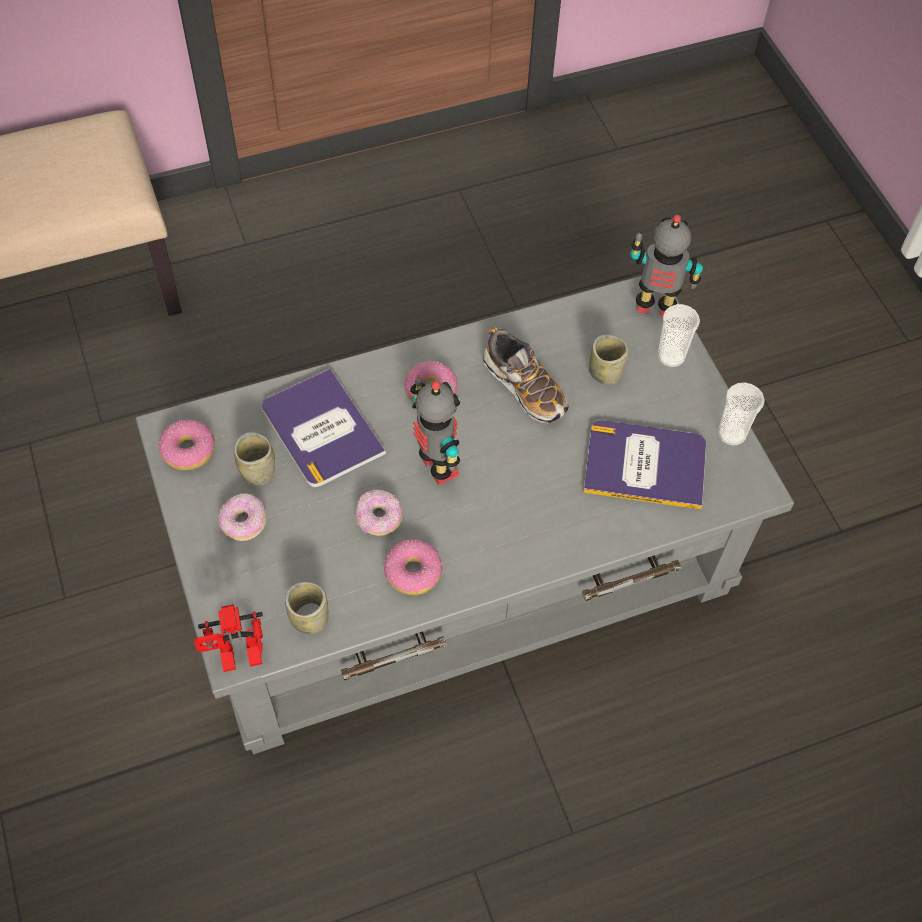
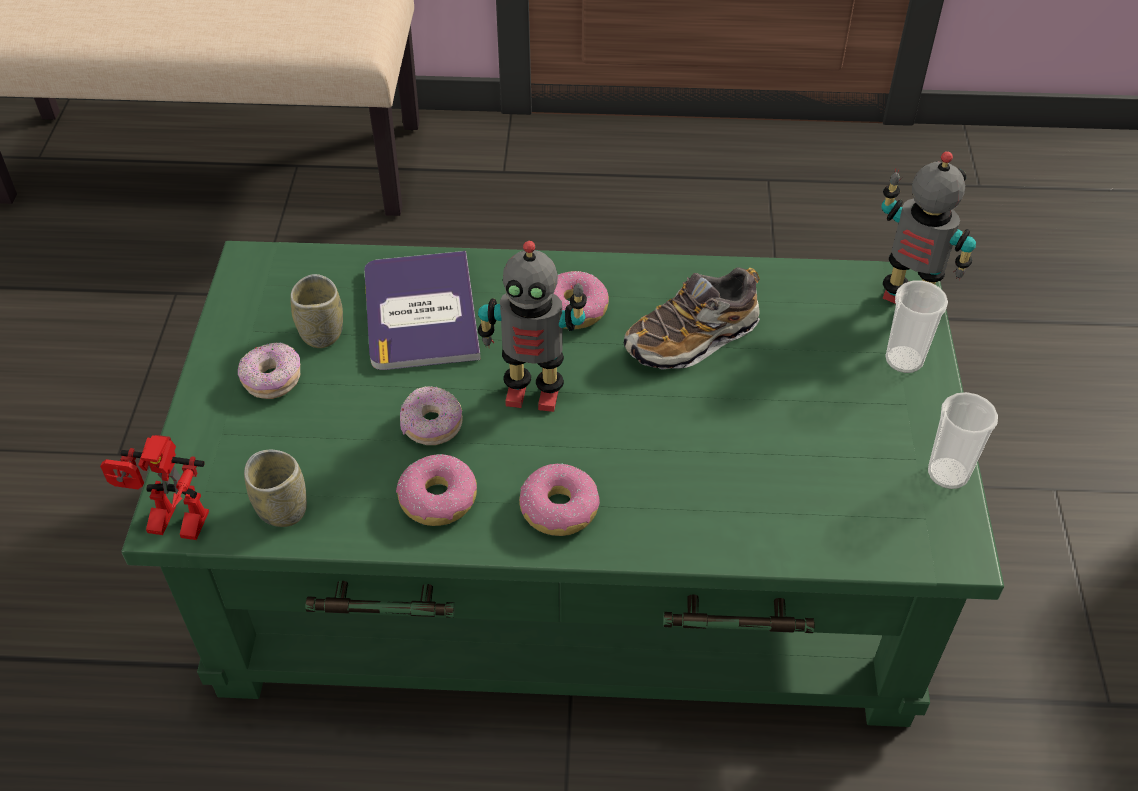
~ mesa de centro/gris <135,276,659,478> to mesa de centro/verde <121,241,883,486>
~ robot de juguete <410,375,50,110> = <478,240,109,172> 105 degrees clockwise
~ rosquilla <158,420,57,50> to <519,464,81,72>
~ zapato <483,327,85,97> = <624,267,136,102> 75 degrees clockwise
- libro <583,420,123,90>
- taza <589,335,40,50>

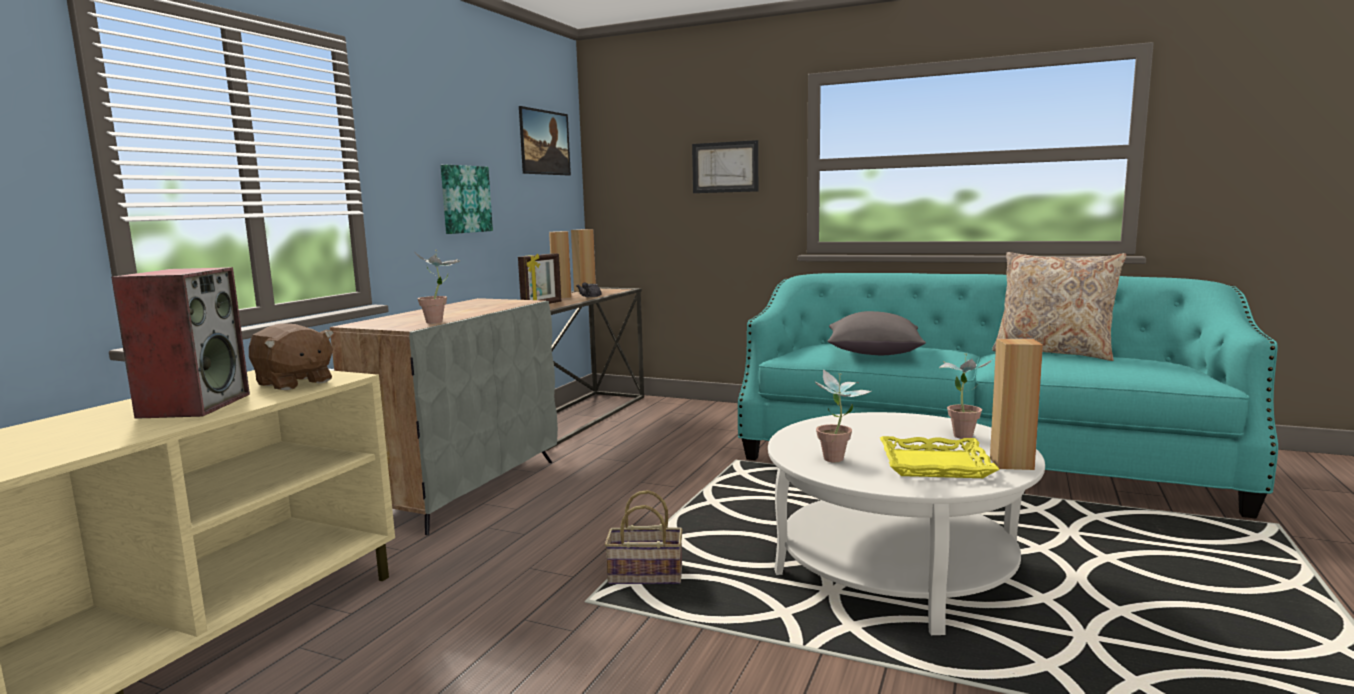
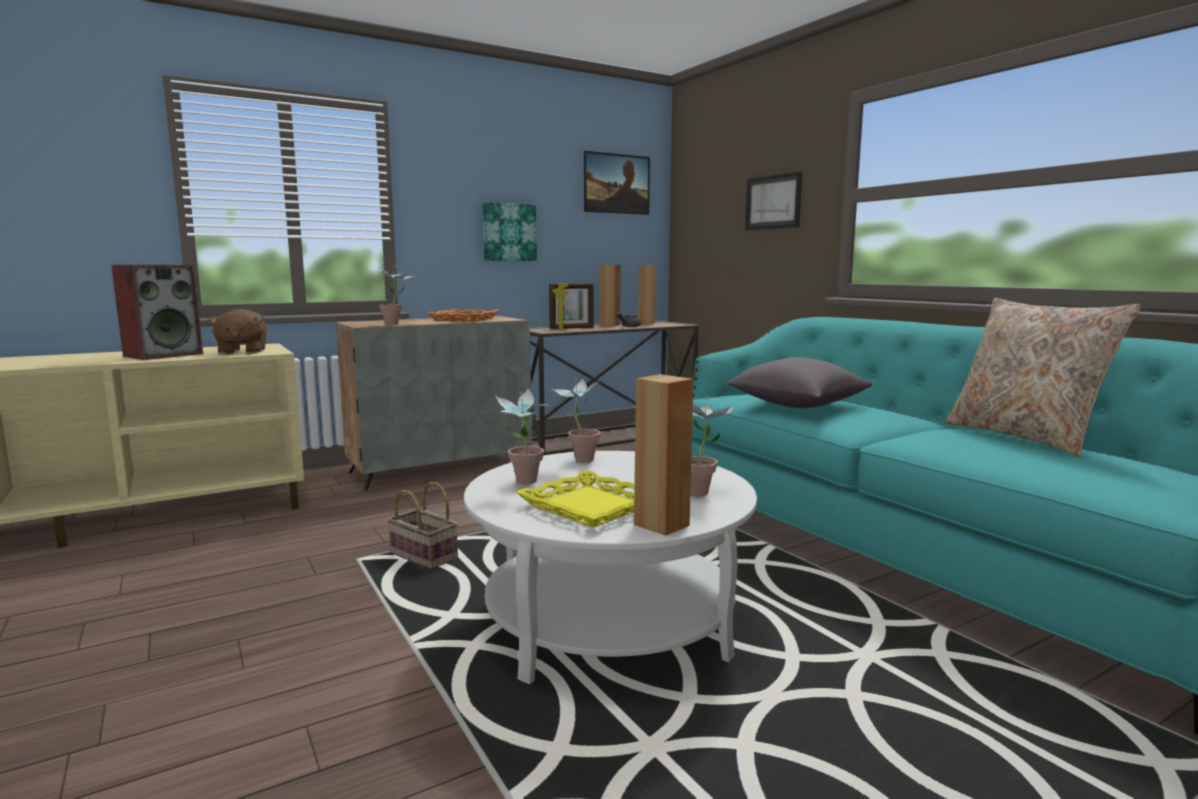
+ bandeja/naranja <427,309,72,13>
+ planta en maceta <550,378,51,85>

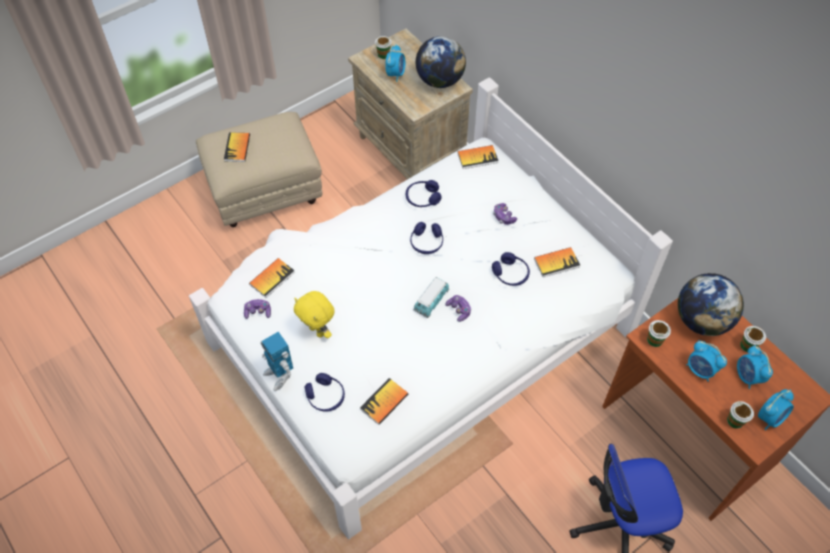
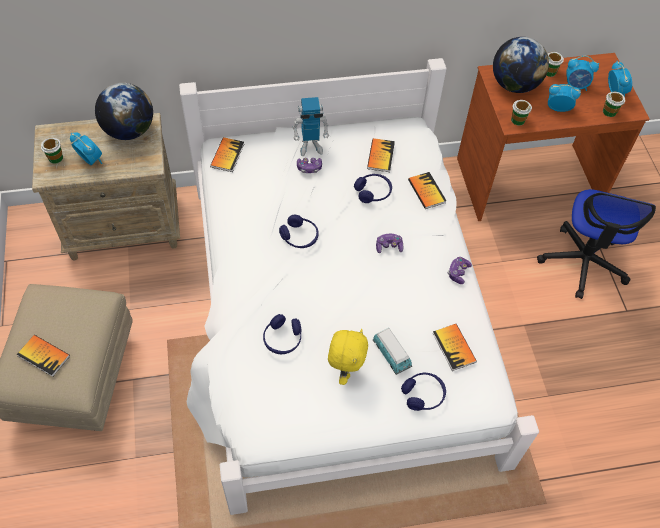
~ auriculares/azul <406,180,36,27> to <263,314,38,40>
~ robot de juguete <260,332,33,59> to <292,97,37,59>
~ peluche/amarillo <294,291,41,47> = <328,329,40,56> 60 degrees counterclockwise
~ coche de juguete <414,277,35,41> to <373,328,39,47>
~ libro <249,258,46,40> to <408,172,38,37>
~ mando de consola <244,299,27,20> to <448,257,24,27>
~ despertador <686,340,41,42> = <547,84,34,28> 150 degrees counterclockwise

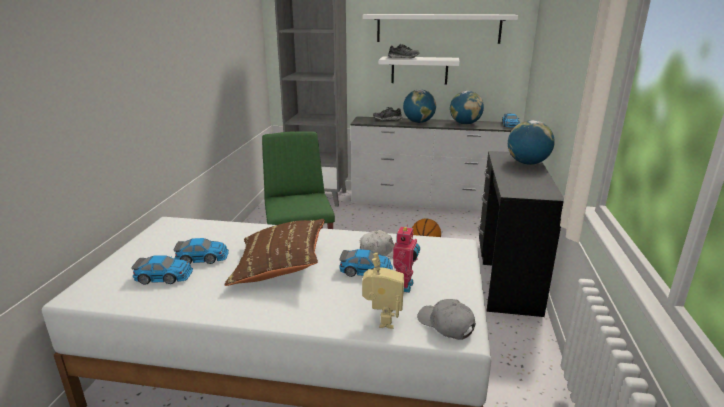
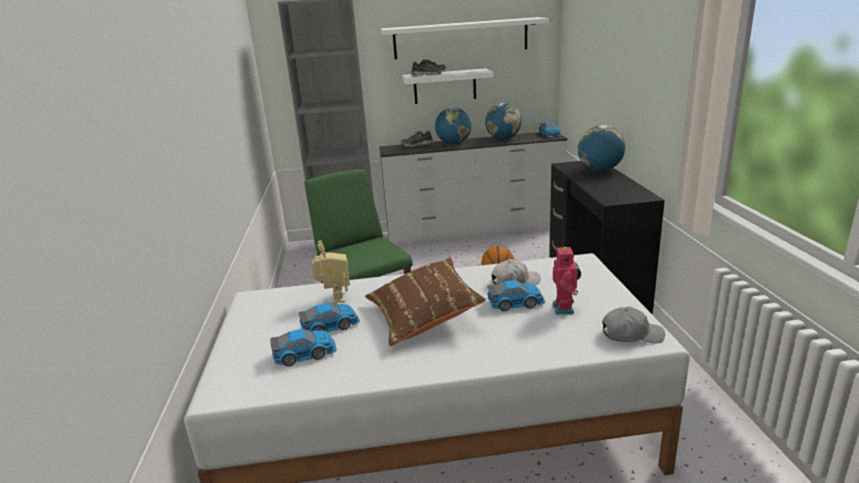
~ robot de juguete <362,253,42,76> to <312,240,38,64>
~ gorra/gris <417,299,59,41> = <602,306,63,37> 150 degrees clockwise

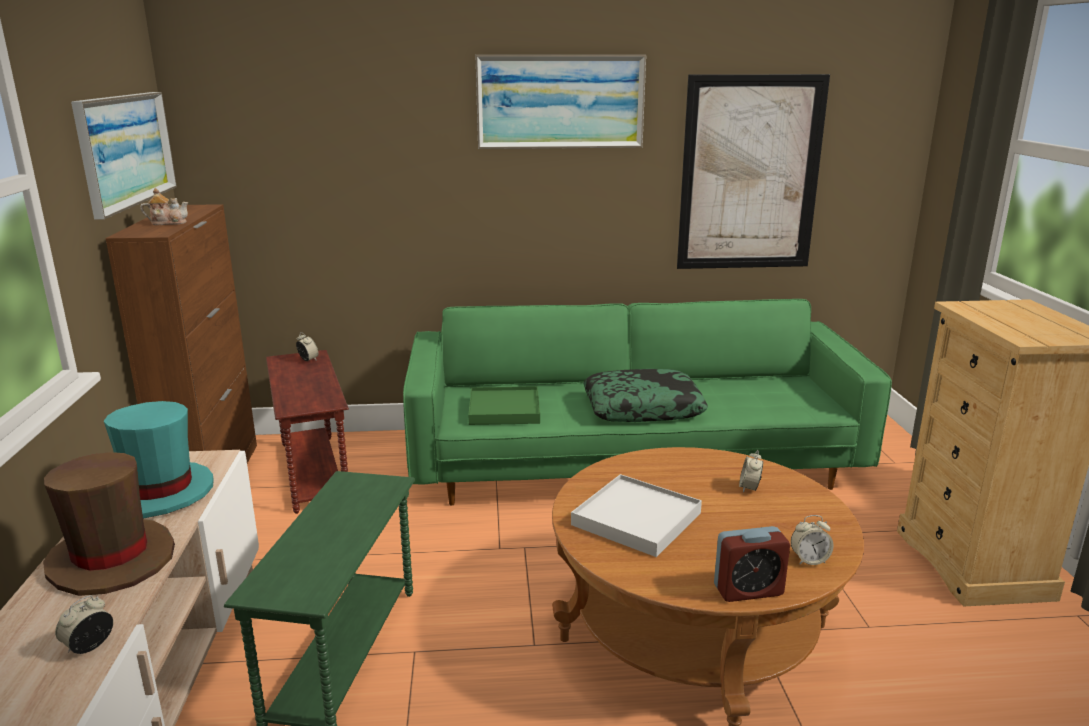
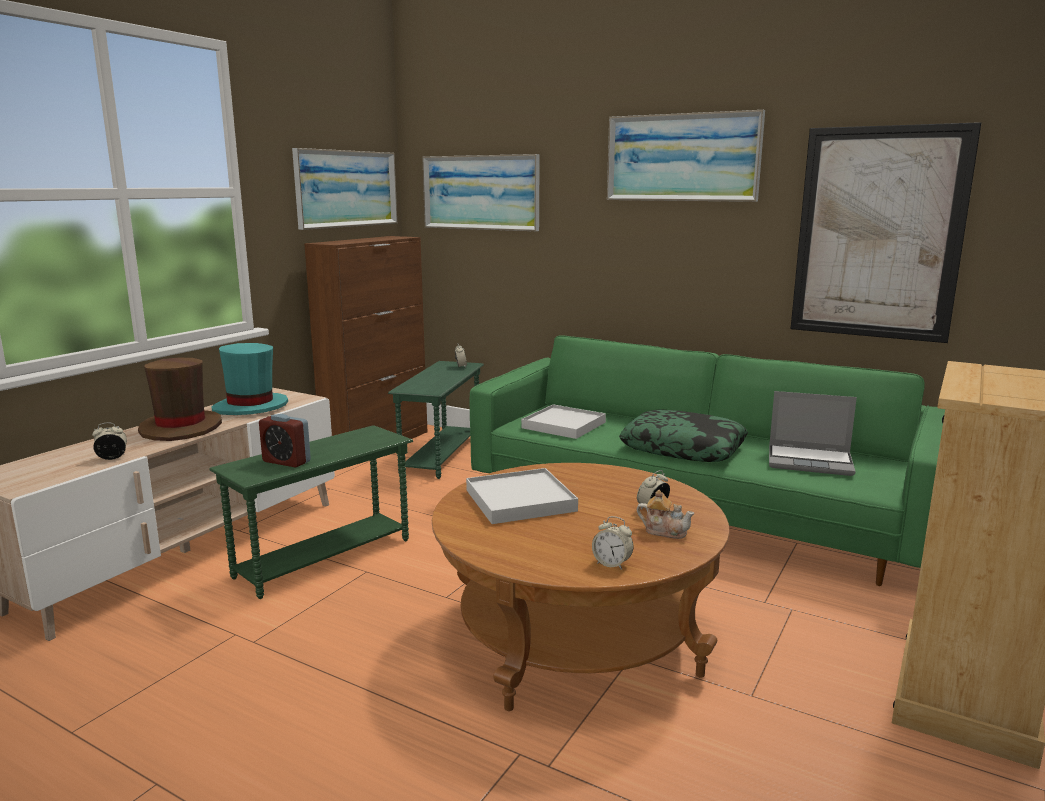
~ despertador <714,526,76,76> to <259,414,52,53>
~ mesa auxiliar/marrón <266,350,83,164> to mesa auxiliar/verde <388,361,96,118>
+ cuadro <422,154,118,77>
~ bandeja/verde <468,386,72,39> to bandeja/blanco <521,404,85,35>
~ tetera <140,188,49,37> to <637,490,58,49>
+ portátil <769,391,88,85>

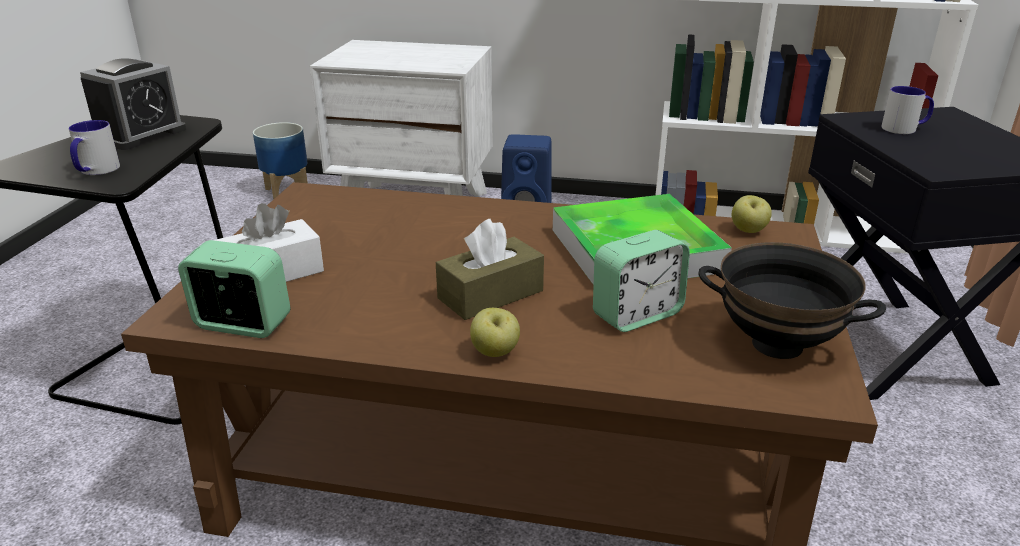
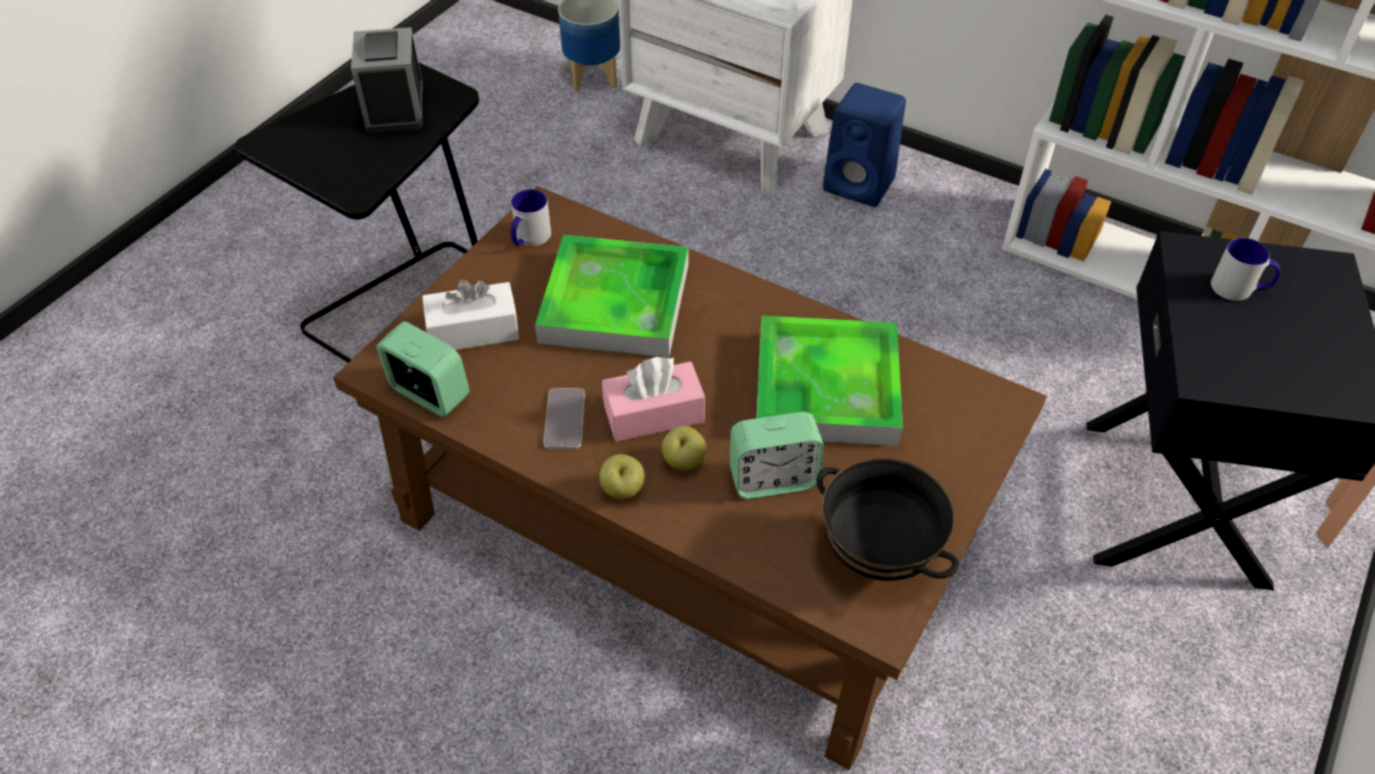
~ despertador <80,58,107,92> = <351,27,72,106> 120 degrees clockwise
~ taza grande <69,120,51,55> to <511,189,40,57>
+ bandeja <535,235,153,123>
+ móvil <543,388,42,61>
~ caja de pañuelos/marrón <436,219,108,101> to caja de pañuelos/rosa <602,357,103,85>
~ manzana <732,195,40,38> to <661,426,45,44>

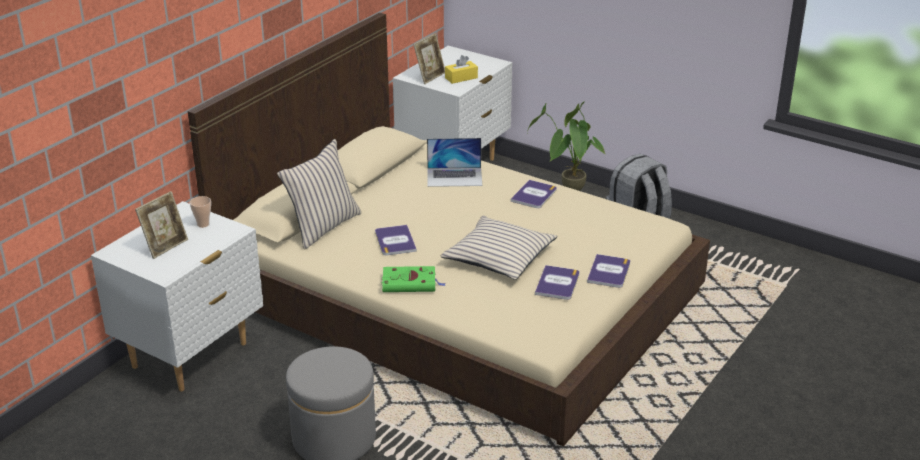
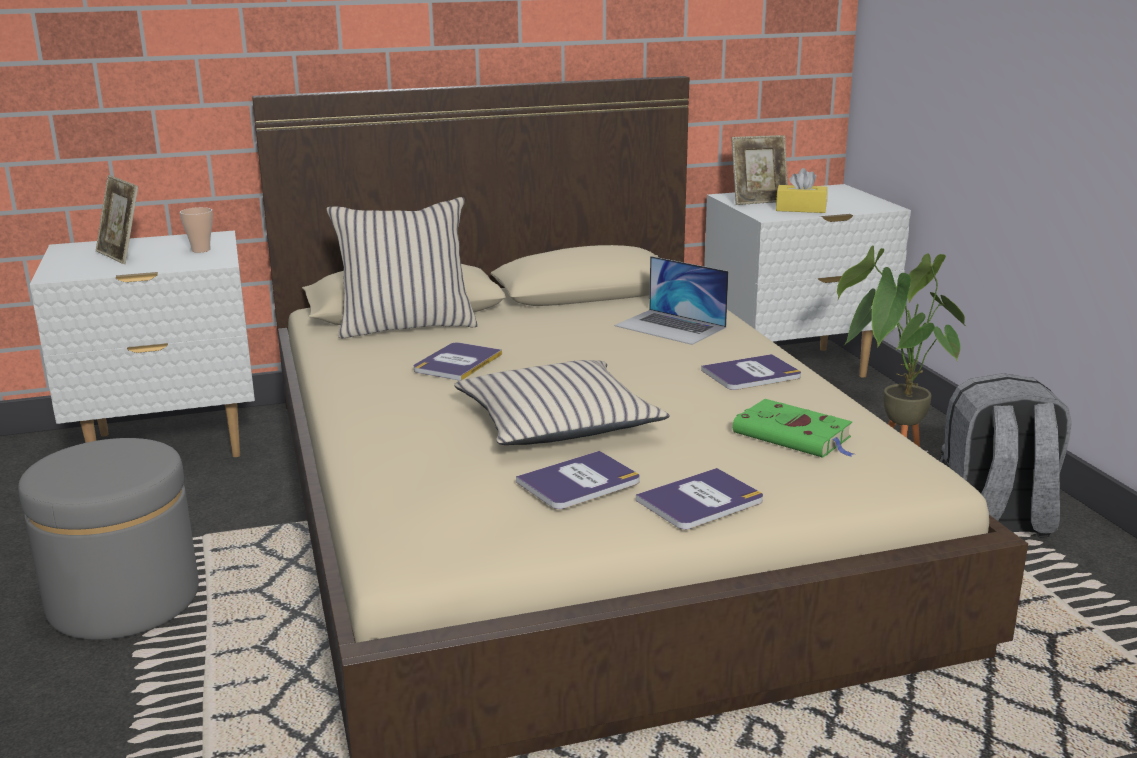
~ portarretratos <135,191,53,68> = <95,175,43,89> 60 degrees clockwise
~ libro/verde <382,266,64,26> to <733,399,120,59>

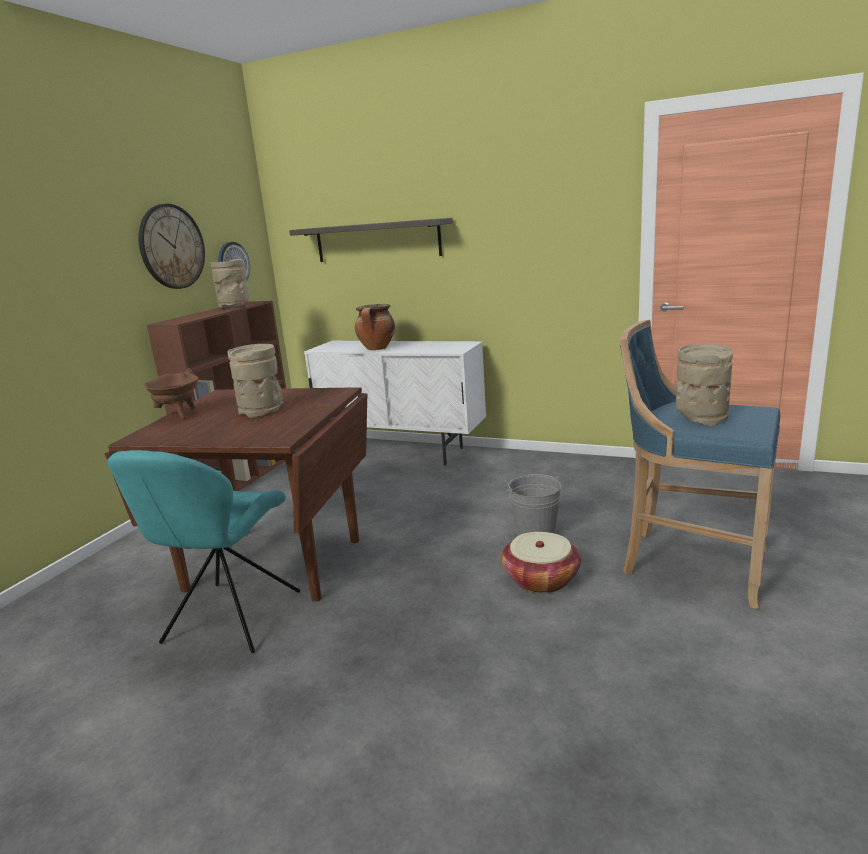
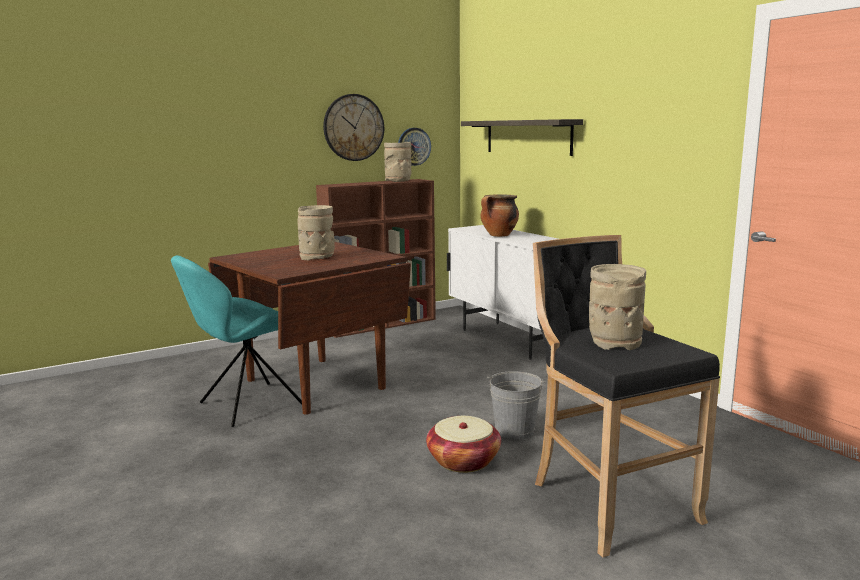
~ taburete/azul <620,320,160,289> to taburete/negro <533,235,187,322>
- olla/marrón <144,368,55,51>

